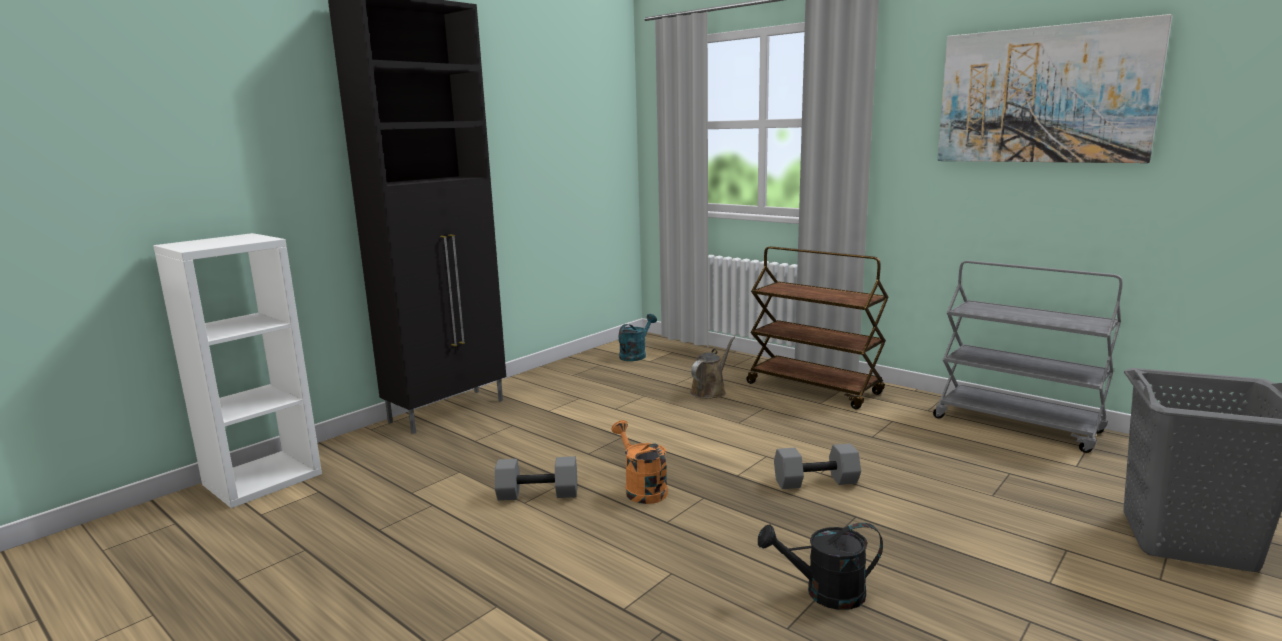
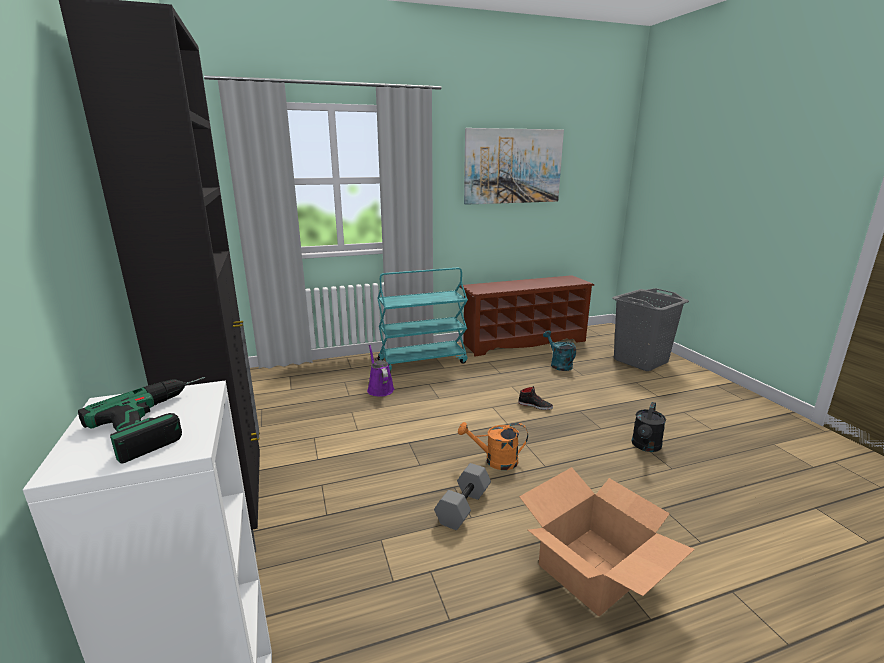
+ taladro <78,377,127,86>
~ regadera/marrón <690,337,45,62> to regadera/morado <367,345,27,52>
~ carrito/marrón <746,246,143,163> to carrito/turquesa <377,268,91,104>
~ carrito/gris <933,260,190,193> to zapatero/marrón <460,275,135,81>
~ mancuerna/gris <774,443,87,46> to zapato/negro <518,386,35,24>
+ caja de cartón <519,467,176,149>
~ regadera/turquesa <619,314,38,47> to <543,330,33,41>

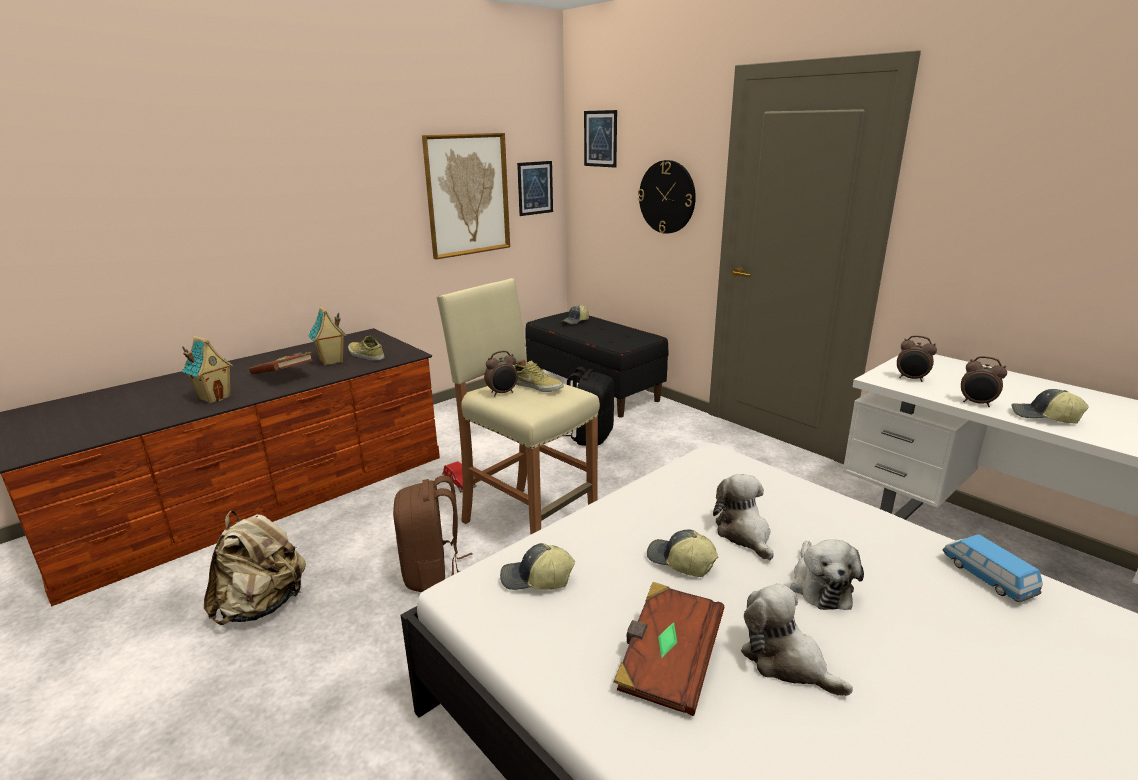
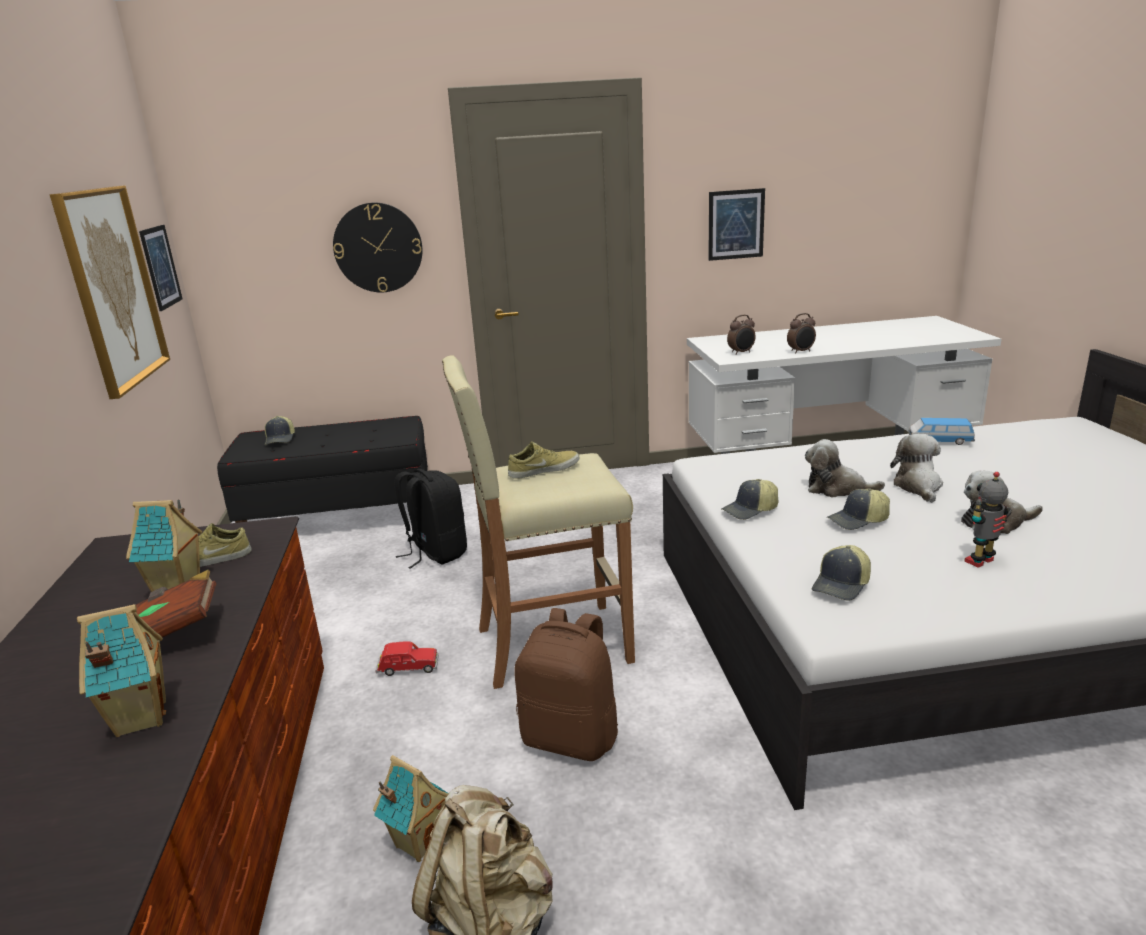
+ casita <373,755,76,107>
~ cuadro <584,110,33,58> to <708,188,57,73>
~ gorra <1012,389,76,35> to <722,479,56,41>
~ peluche <790,539,74,71> = <890,434,53,69> 120 degrees counterclockwise
~ libro/marrón <614,582,111,134> to robot de juguete <964,472,45,96>
- despertador <484,351,34,46>

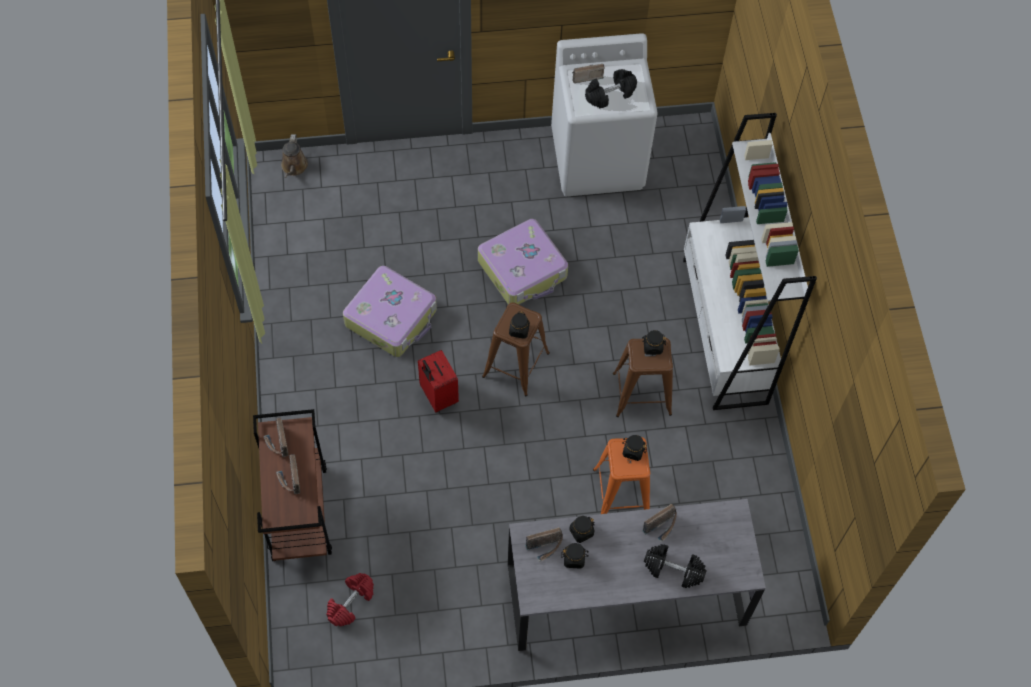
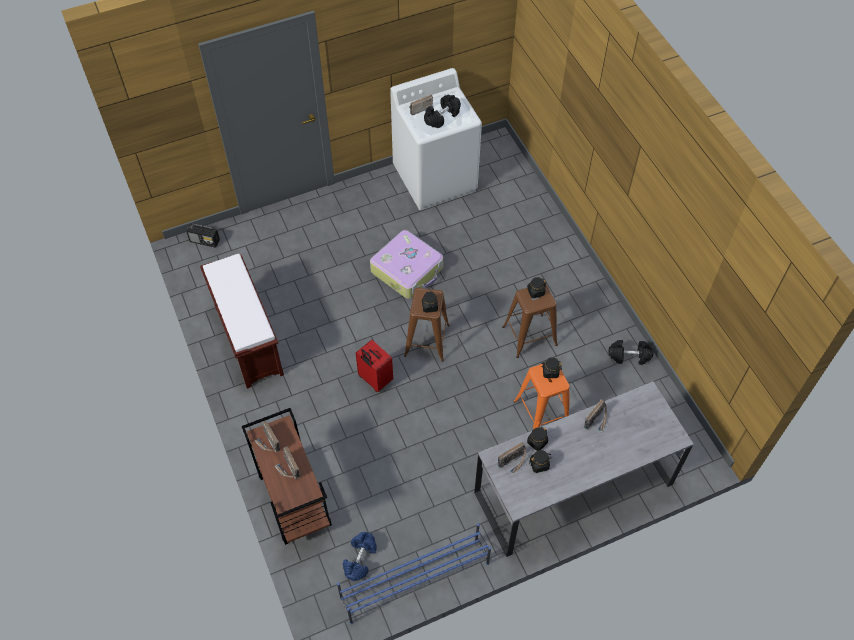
~ regadera/marrón <281,134,27,44> to radio <186,223,34,25>
+ banco/marrón <200,254,84,135>
+ zapatero/azul <337,523,154,101>
~ mancuerna/rojo <326,573,48,54> to mancuerna/azul <343,532,34,49>
~ mancuerna/negro <644,544,63,44> to <609,340,44,25>
- maleta <343,266,94,91>
- estantería/blanco <683,113,134,297>

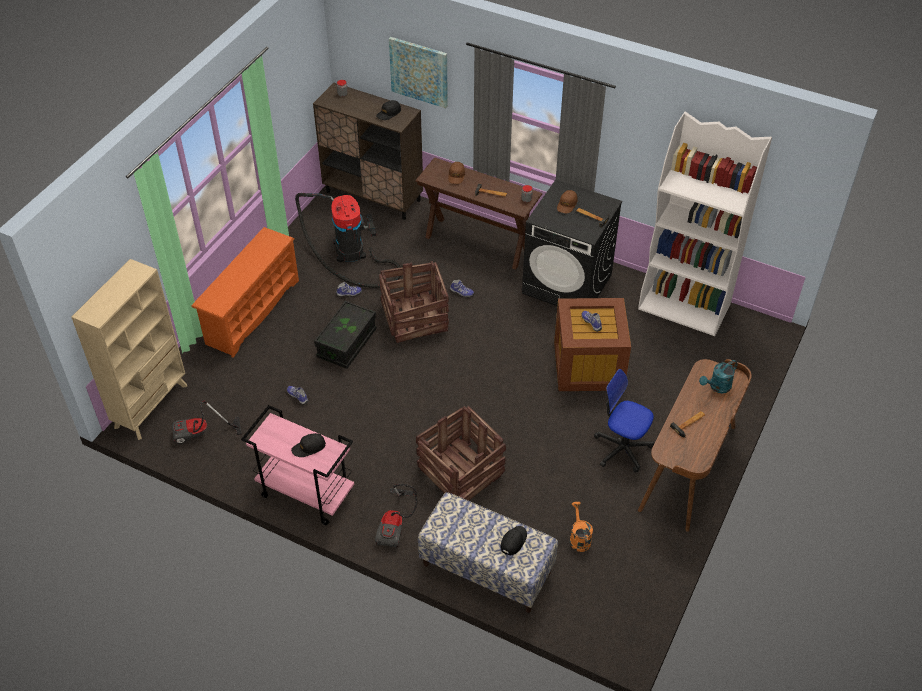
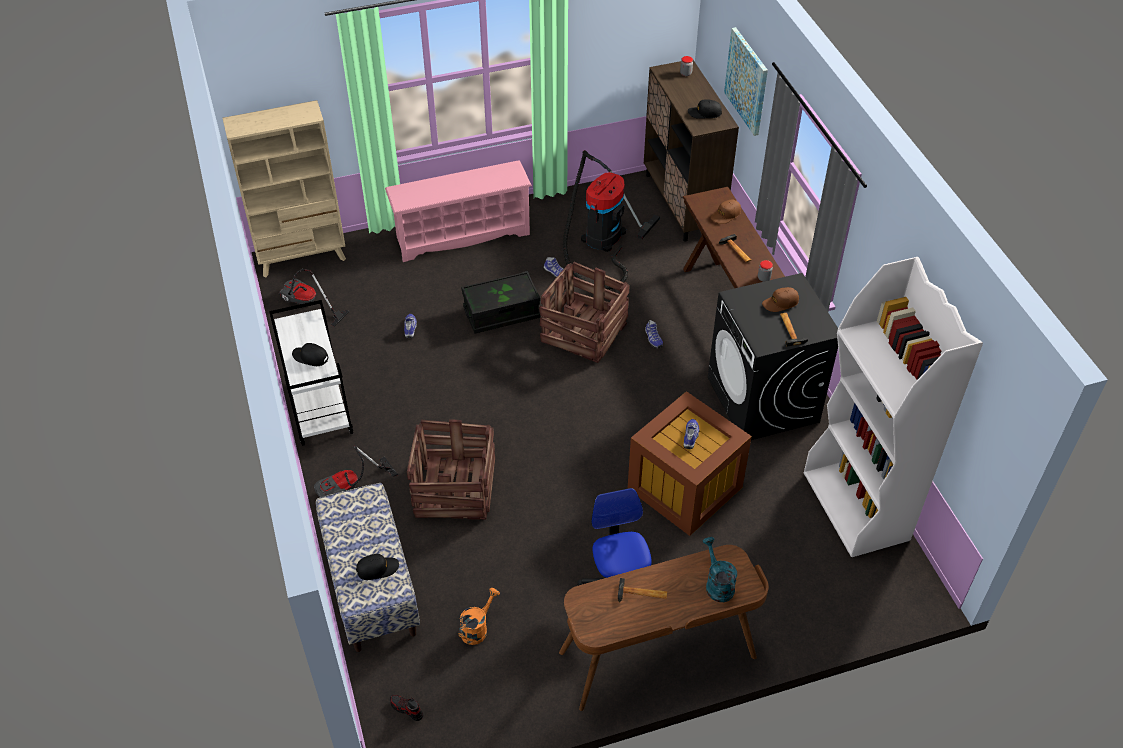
~ carrito/rosa <241,405,113,120> to carrito/blanco <269,300,84,146>
~ zapatero/naranja <191,227,108,131> to zapatero/rosa <385,161,147,101>
+ zapato <390,695,33,26>
~ regadera/turquesa <699,360,39,33> = <703,537,34,65> 60 degrees clockwise

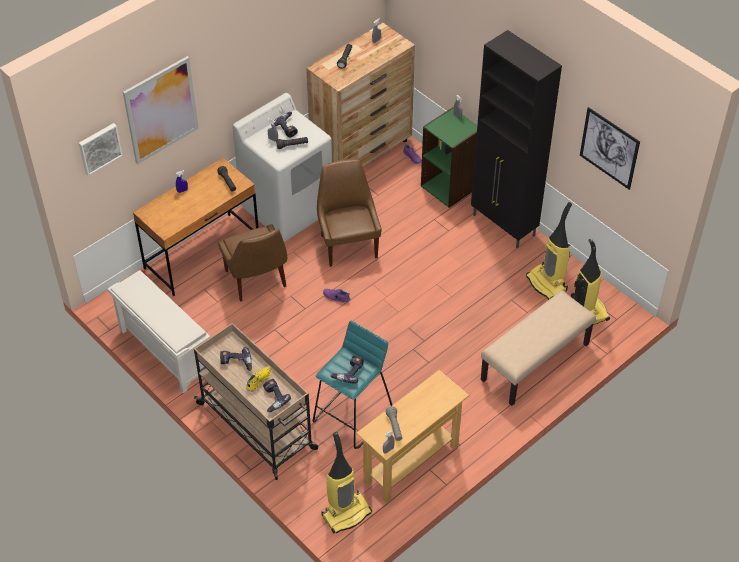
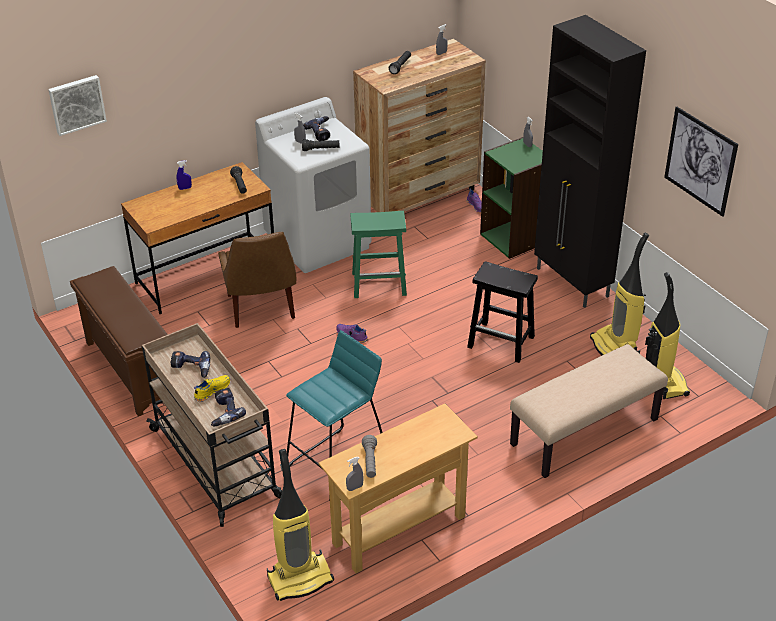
~ zapatero/blanco <108,270,102,123> to zapatero/marrón <70,266,98,150>
~ silla/marrón <317,159,65,108> to taburete/verde <350,211,57,87>
+ taburete/negro <467,261,71,102>
- cuadro <123,56,76,109>
- taladro <331,356,33,27>

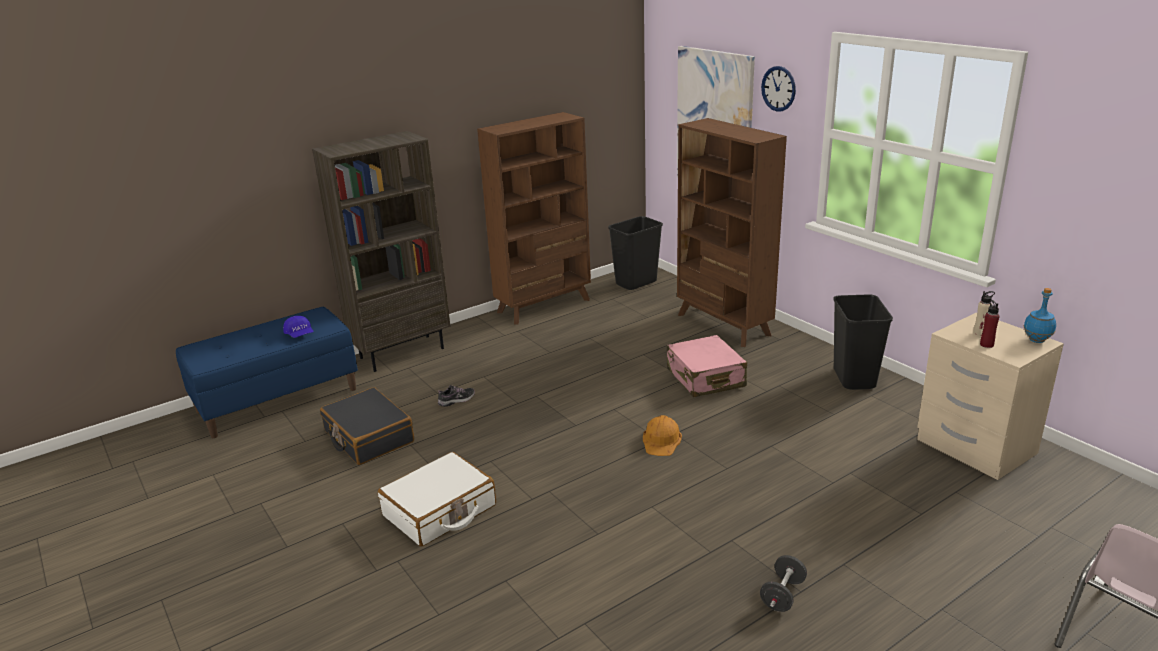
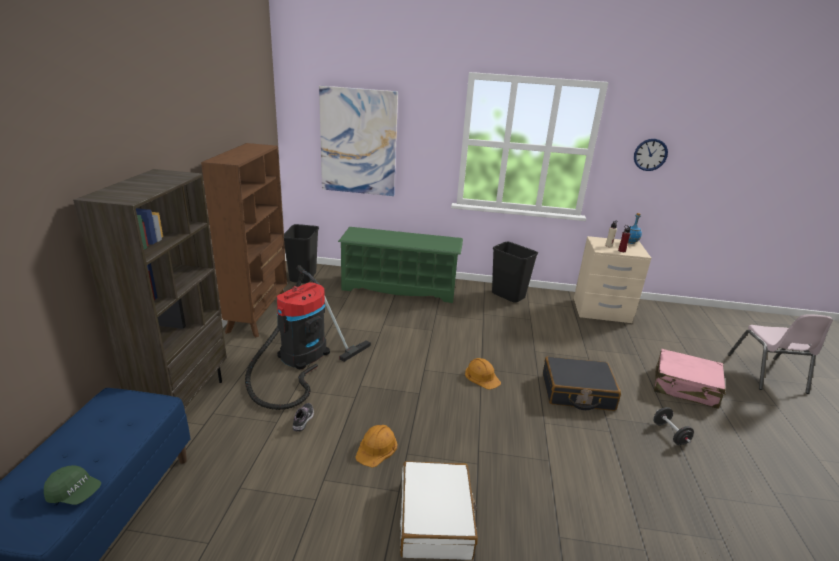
+ gorra/verde <44,465,57,40>
+ aspiradora <245,265,126,145>
~ estantería/marrón <677,118,110,229> to zapatero/verde <338,227,125,76>
+ casco/naranja <355,425,42,43>
~ maleta/negro <320,387,94,78> to <543,356,78,55>
~ reloj de pared <761,66,35,45> to <634,139,34,32>
~ maleta/rosa <667,335,80,62> to <654,349,72,60>
- gorra/azul <283,316,31,22>

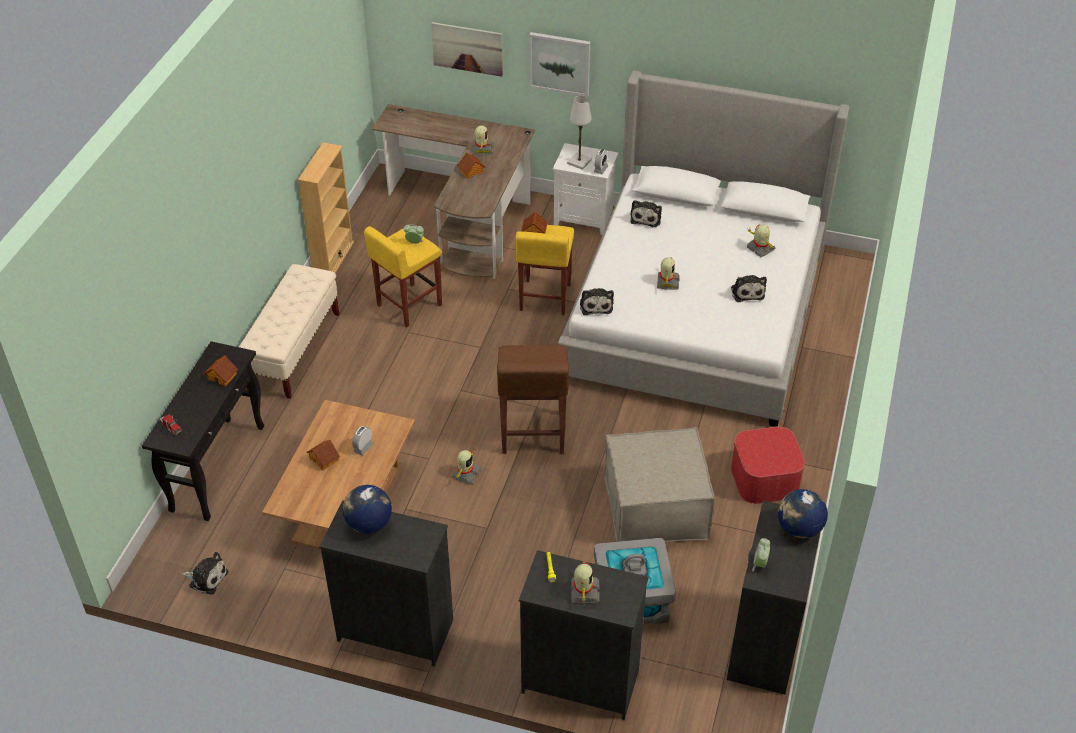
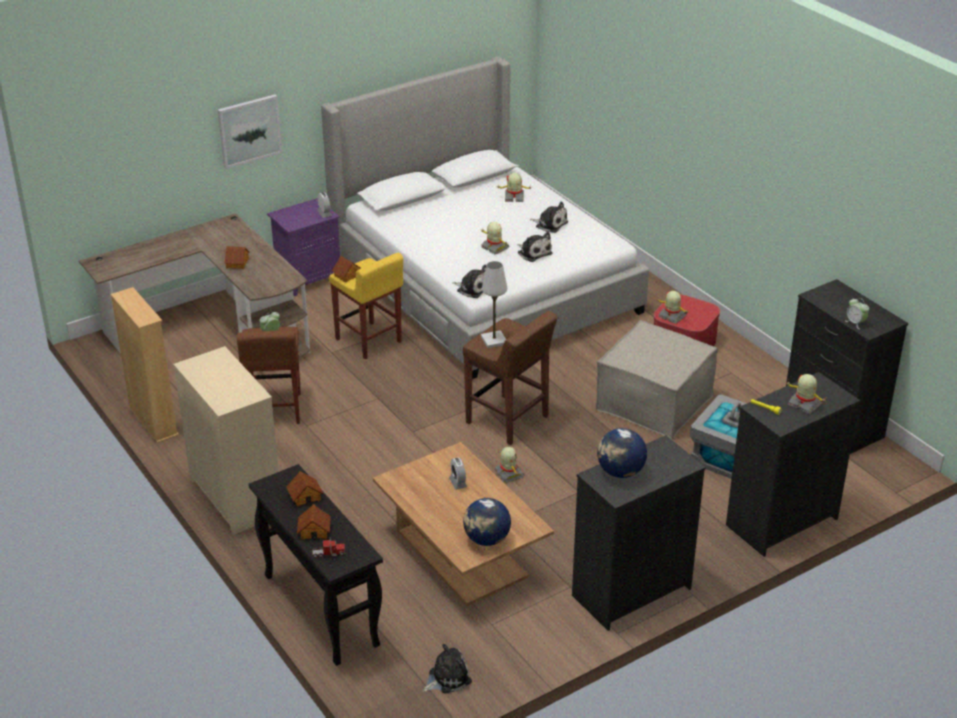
~ banco/beis <239,264,100,135> to cómoda/beis <173,346,106,189>
~ taburete/amarillo <364,226,78,102> to taburete/marrón <237,327,64,97>
~ mesita de noche/blanco <553,143,65,92> to mesita de noche/morado <267,198,73,98>
~ casita <307,440,33,31> to <297,504,34,36>
~ globo terráqueo <778,489,50,49> to <463,498,48,48>
~ lámpara de mesa/blanco <567,95,25,75> to <481,261,26,87>
~ peluche <630,200,32,27> to <517,232,35,30>
~ robot de juguete <474,125,19,30> to <657,291,32,33>
- cuadro <431,22,72,55>

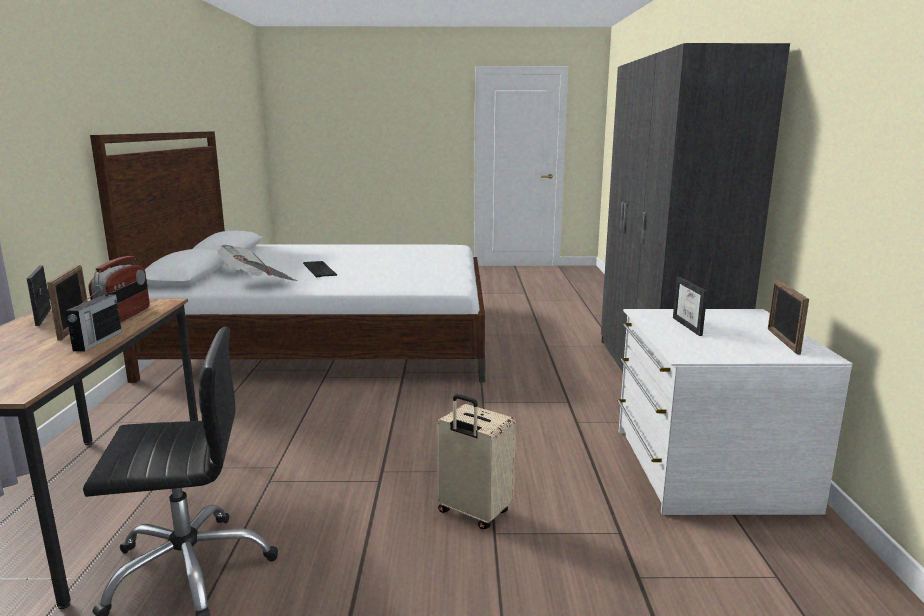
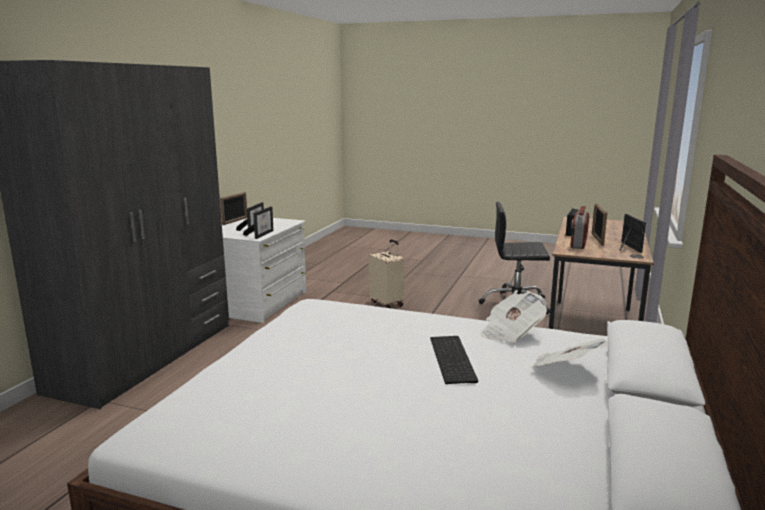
+ portarretratos <243,206,31,33>

